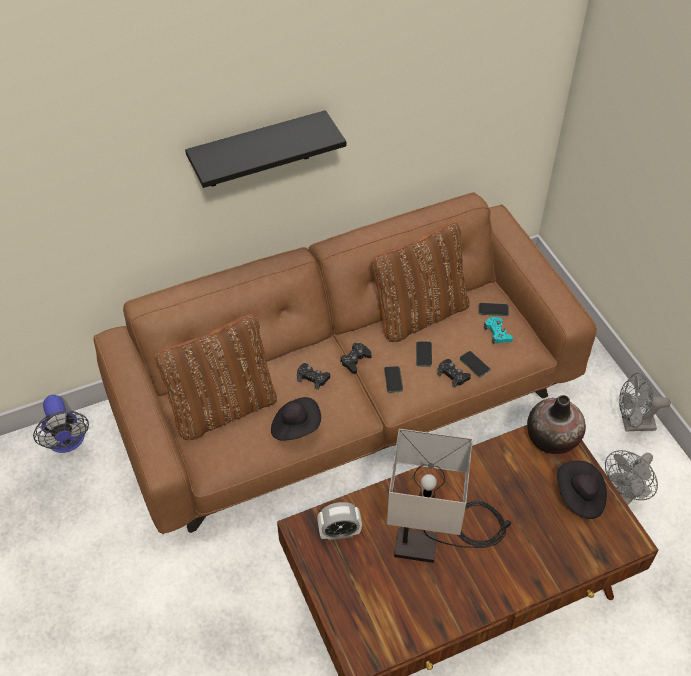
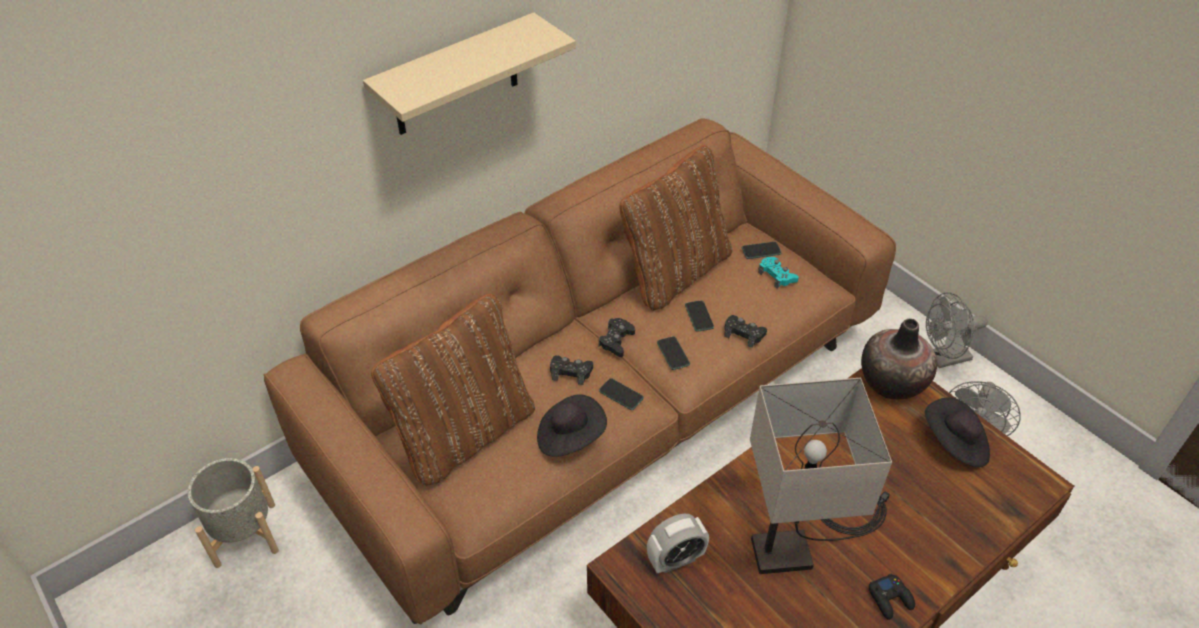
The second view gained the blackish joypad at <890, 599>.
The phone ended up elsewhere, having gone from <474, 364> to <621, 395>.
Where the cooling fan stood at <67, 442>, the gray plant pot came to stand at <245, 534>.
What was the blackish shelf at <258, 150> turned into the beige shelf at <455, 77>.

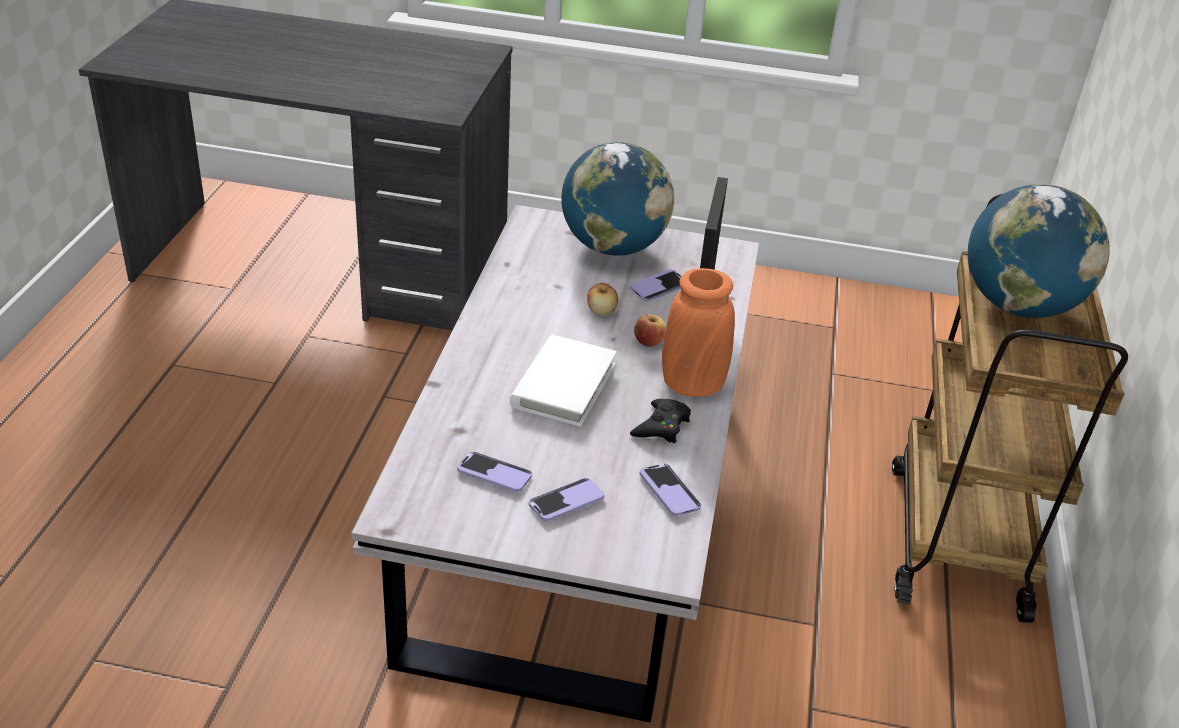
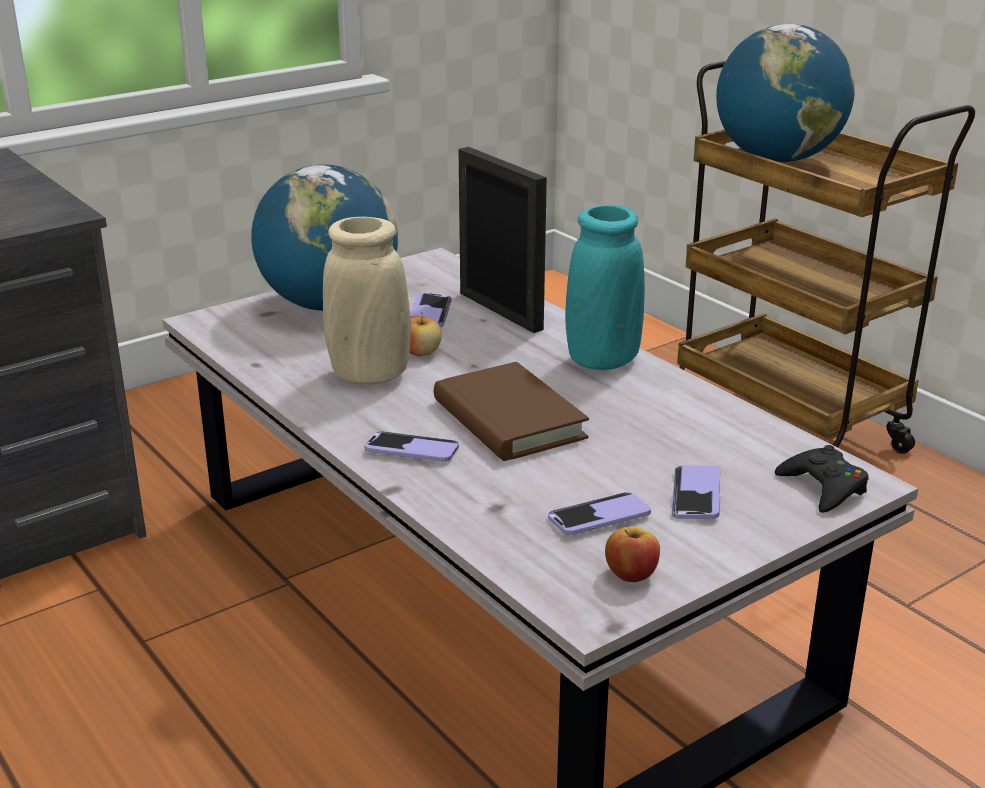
The second view gained the beige decorative vase at <369, 375>.
The blackish joypad ended up elsewhere, having gone from <661, 426> to <823, 487>.
The apple ended up elsewhere, having gone from <648, 342> to <631, 574>.
The phone ended up elsewhere, having gone from <669, 491> to <412, 449>.
What was the white-coloured volume at <564, 385> turned into the brownish volume at <508, 419>.
What was the orange decorative vase at <692, 385> turned into the turquoise decorative vase at <603, 360>.

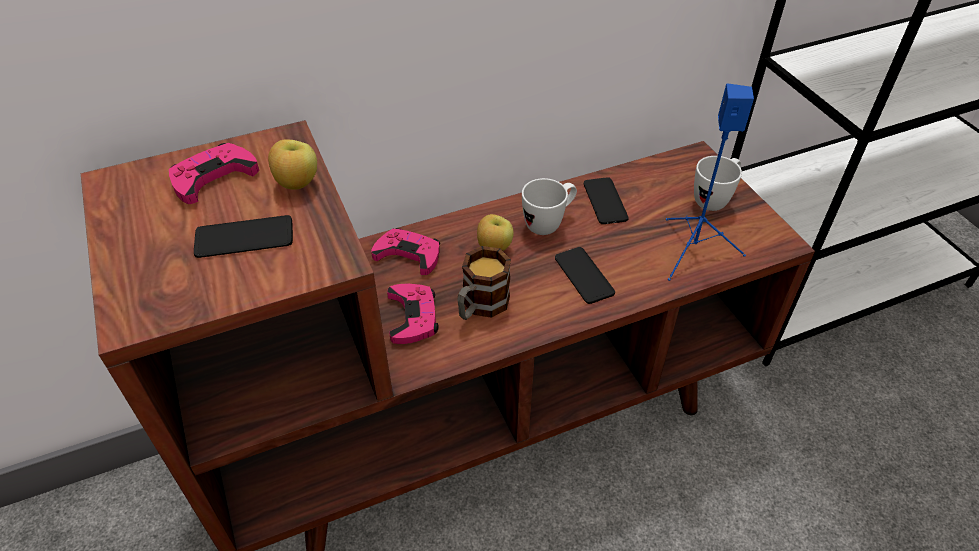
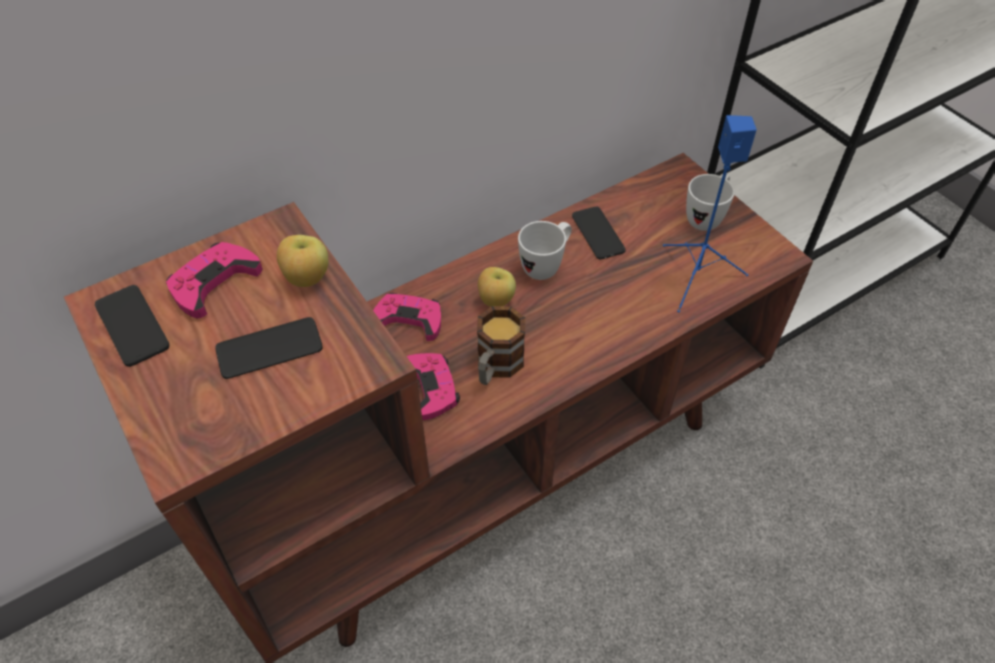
The phone ended up elsewhere, having gone from <584, 275> to <132, 326>.

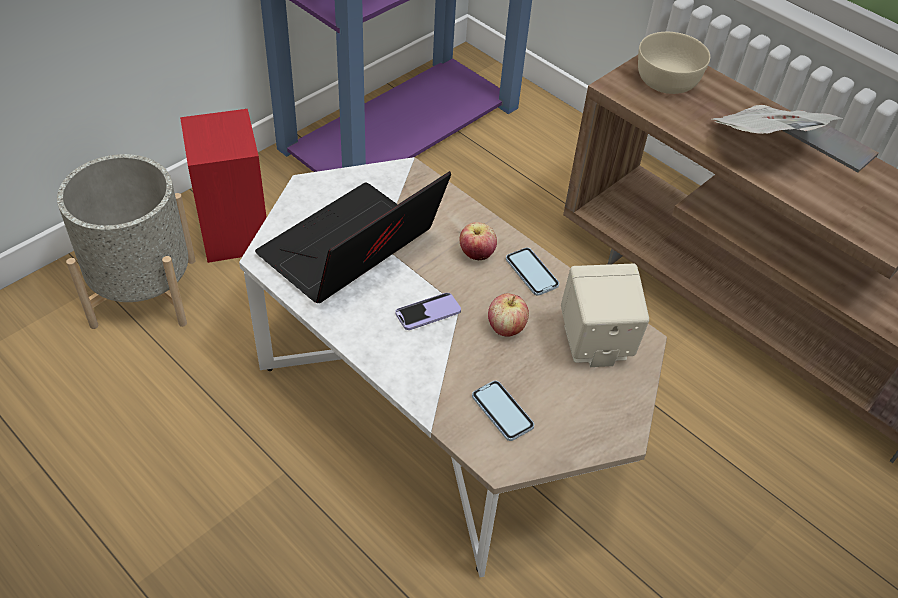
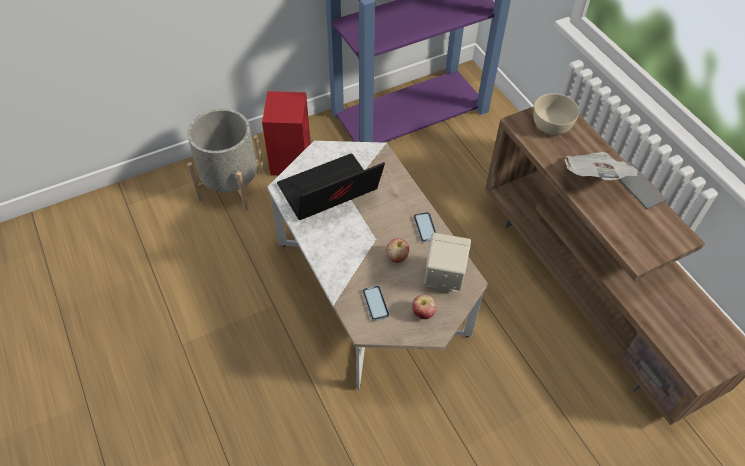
The second view lost the phone at <428, 313>.
The apple ended up elsewhere, having gone from <476, 254> to <423, 313>.

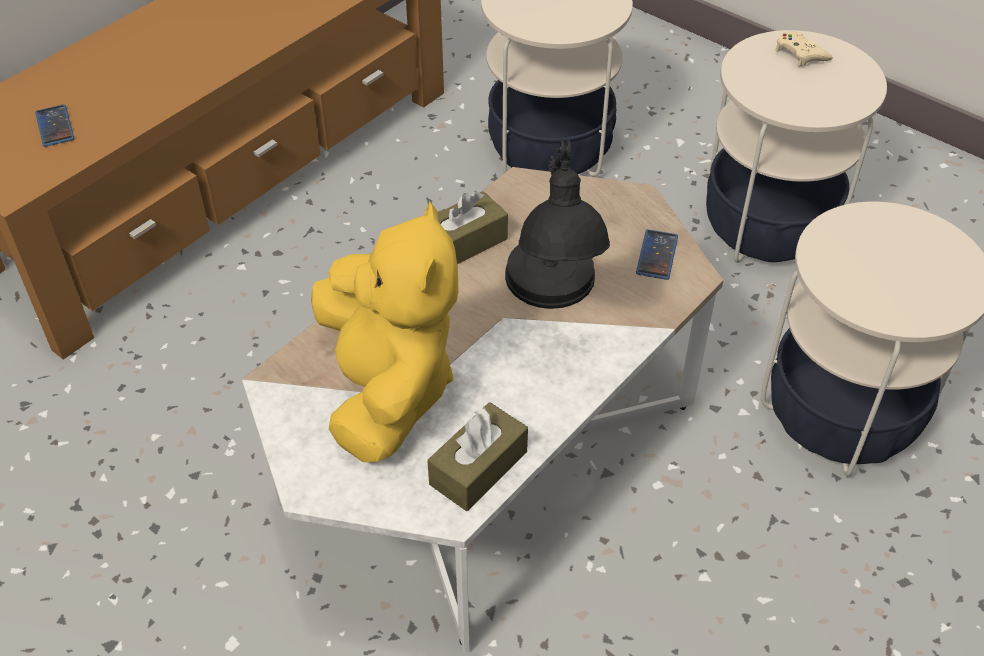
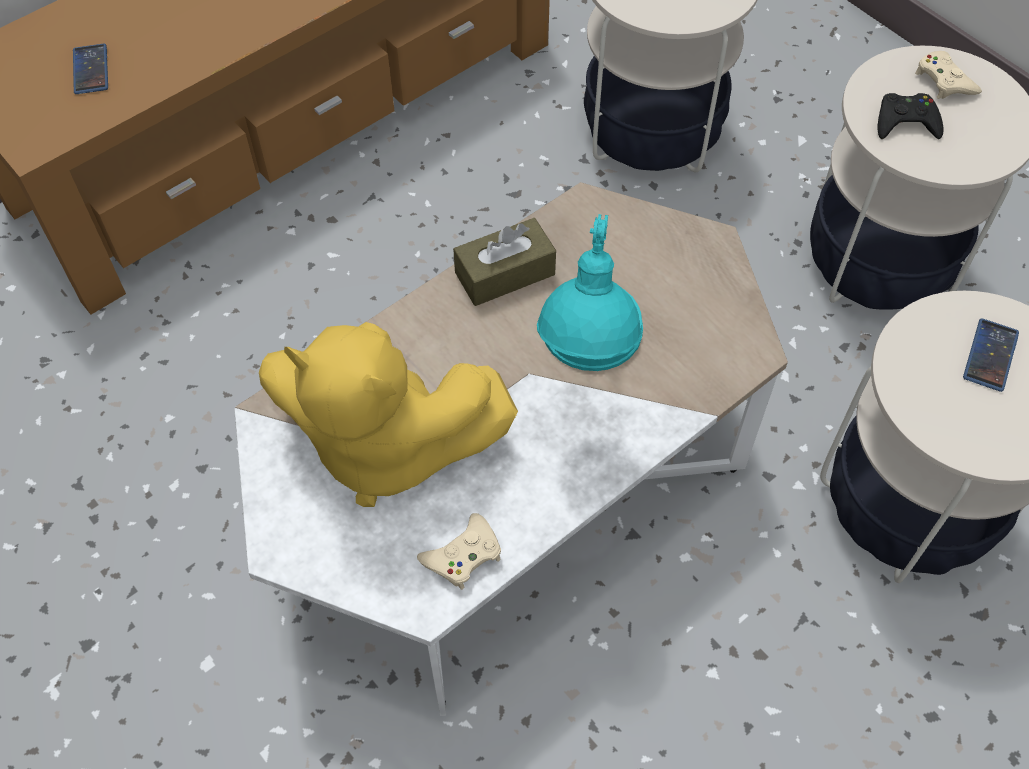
The second view gained the blackish joypad at <905, 122>.
The phone ended up elsewhere, having gone from <657, 255> to <990, 355>.
Where the brownish tissue box stood at <478, 468>, the beige joypad came to stand at <463, 555>.
What was the blackish tabletop lamp at <553, 307> turned into the turquoise tabletop lamp at <587, 368>.
The yellow-coloured plush toy at <387, 390> ended up facing another way, 105 degrees clockwise from before.

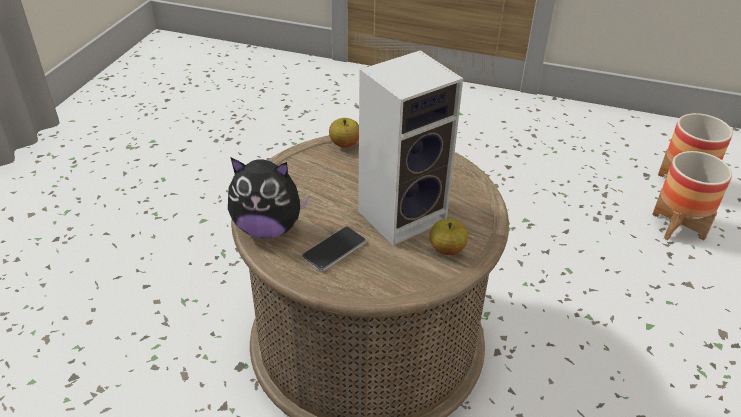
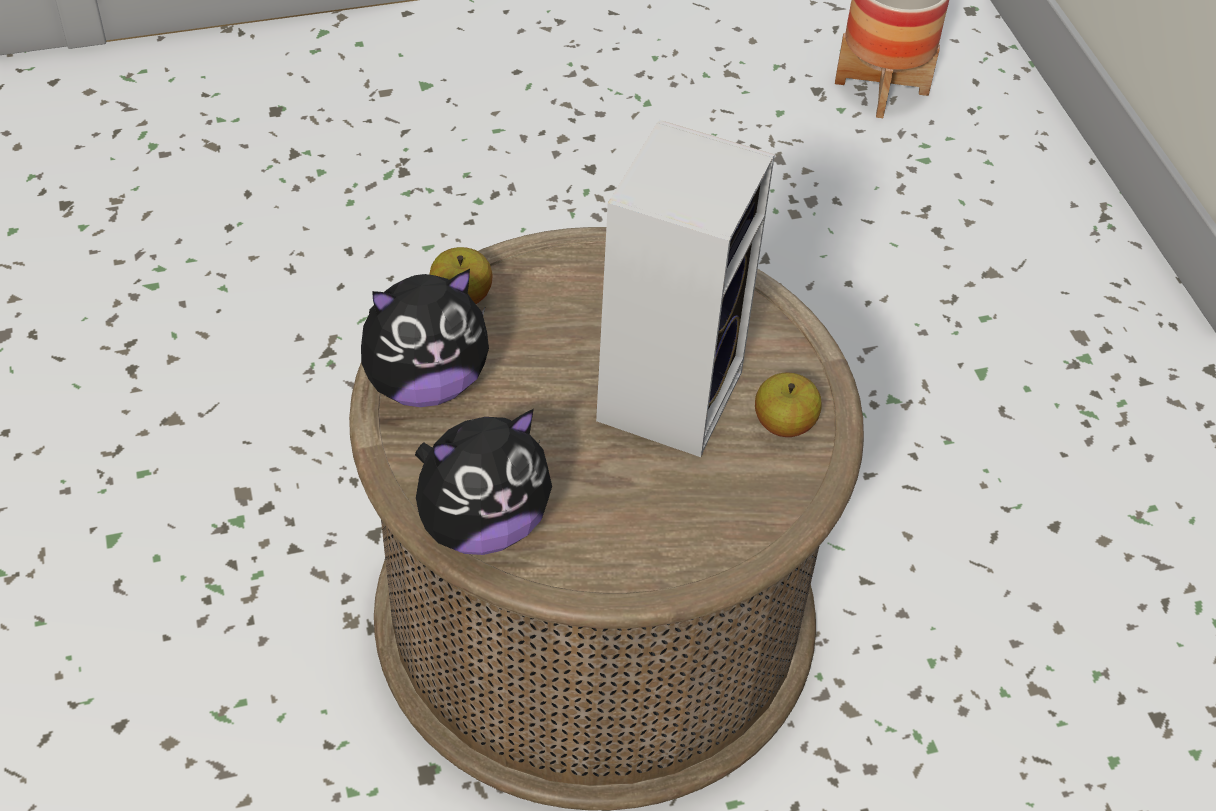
The second view lost the phone at <334, 249>.
The second view lost the plant pot at <678, 226>.
The second view gained the plush toy at <425, 383>.

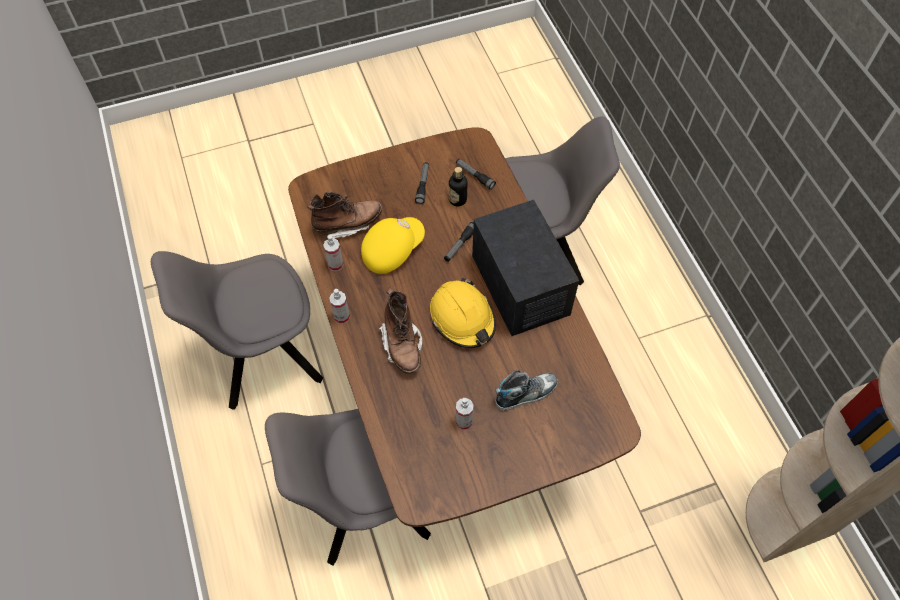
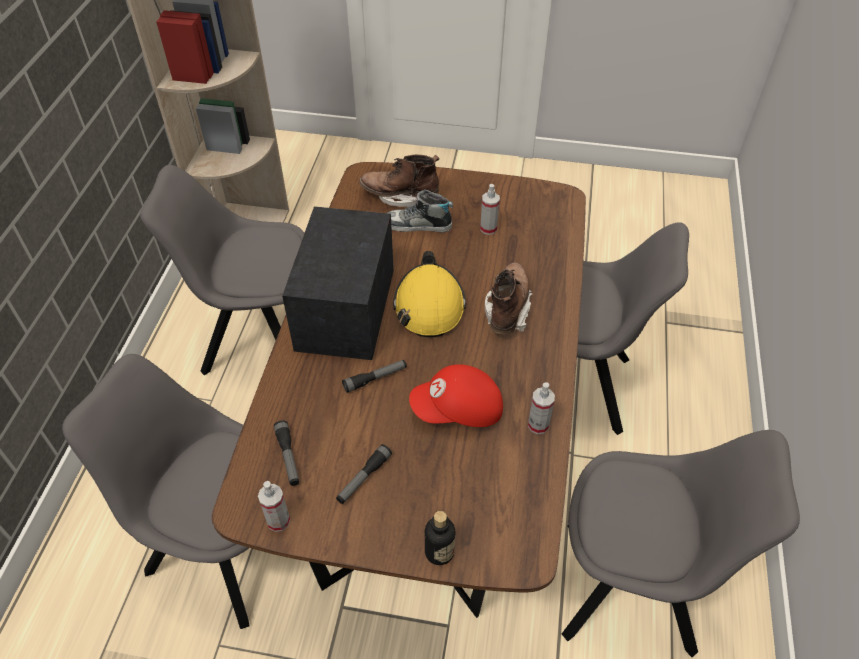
The second view gained the gray plain chair at <261, 341>.
The brownish boot ended up elsewhere, having gone from <348, 225> to <400, 196>.
The hand sprayer ended up elsewhere, having gone from <342, 317> to <278, 521>.
The drink bottle ended up elsewhere, having gone from <457, 199> to <439, 552>.
What was the yellow-coloured peaked cap at <392, 250> turned into the reddish peaked cap at <458, 410>.

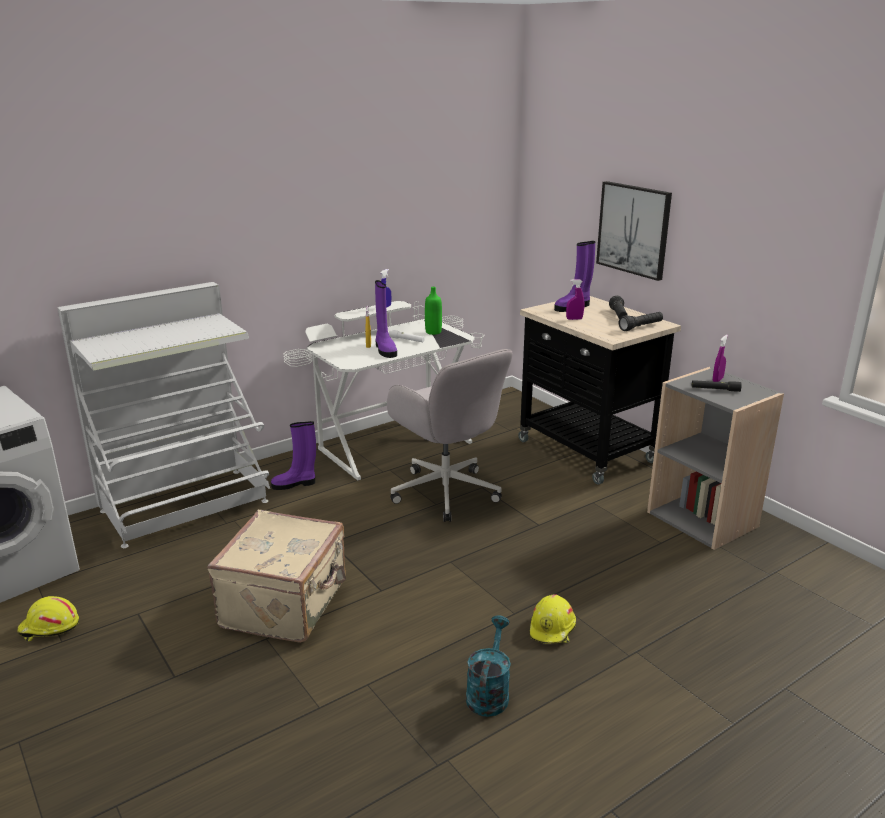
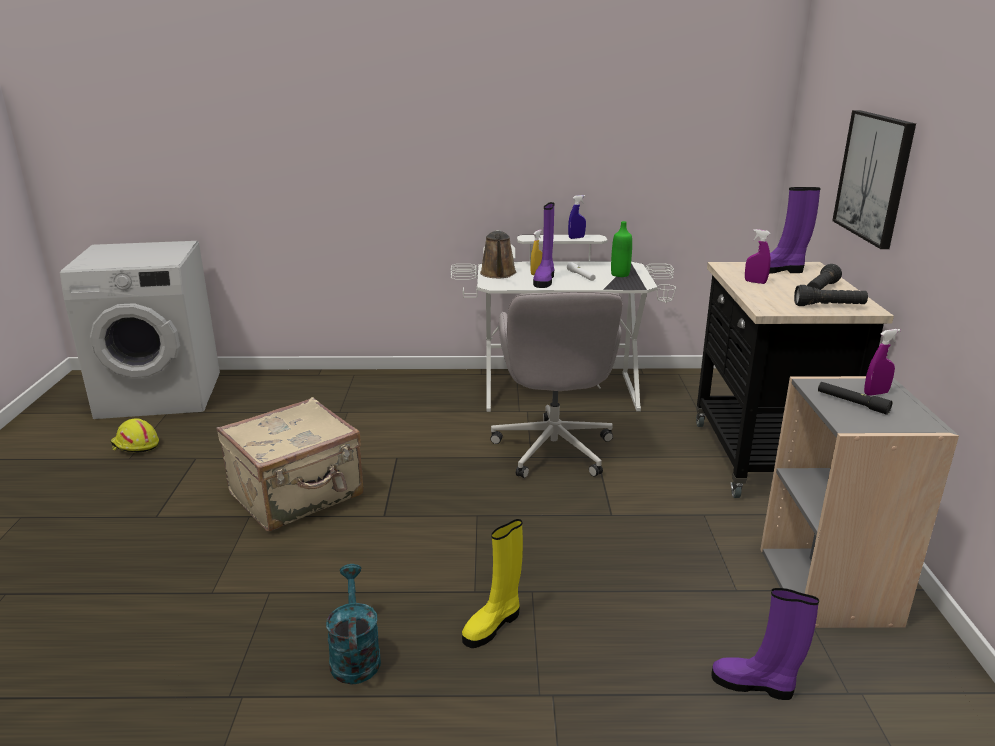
The second view lost the white-coloured shoe rack at <187, 508>.
The second view gained the brownish watering can at <498, 274>.
The purplish boot ended up elsewhere, having gone from <295, 484> to <754, 685>.
Where the yellow-coloured hard hat stood at <552, 629>, the yellow-coloured boot came to stand at <493, 625>.
The turquoise watering can at <488, 692> ended up facing another way, 60 degrees counterclockwise from before.

